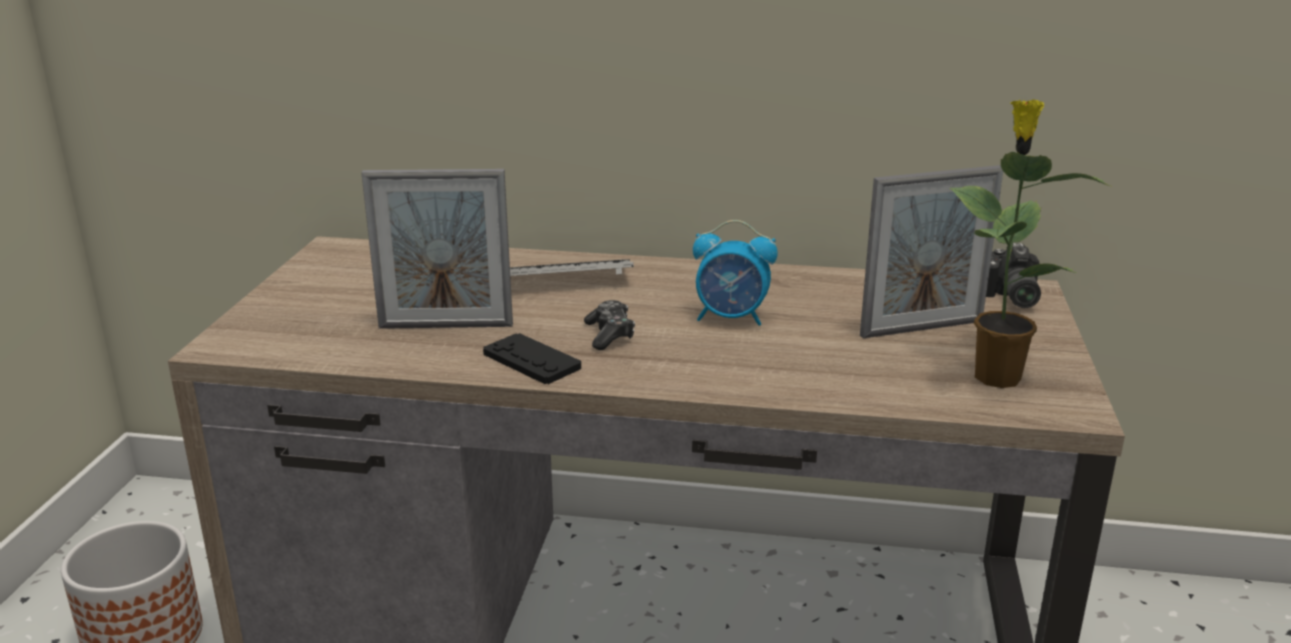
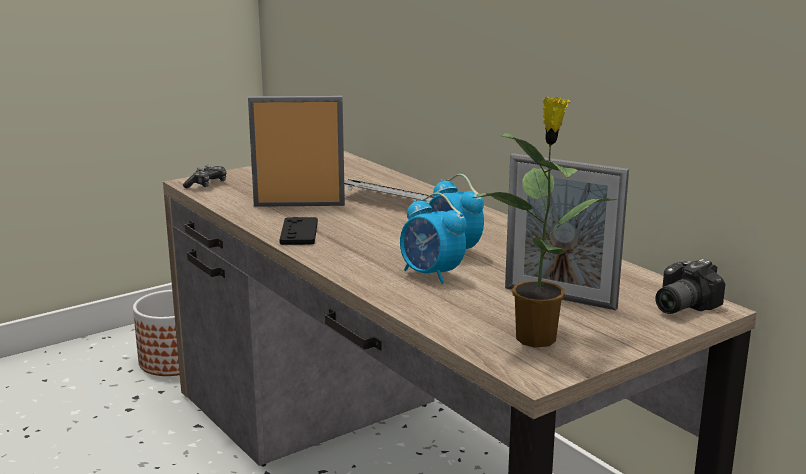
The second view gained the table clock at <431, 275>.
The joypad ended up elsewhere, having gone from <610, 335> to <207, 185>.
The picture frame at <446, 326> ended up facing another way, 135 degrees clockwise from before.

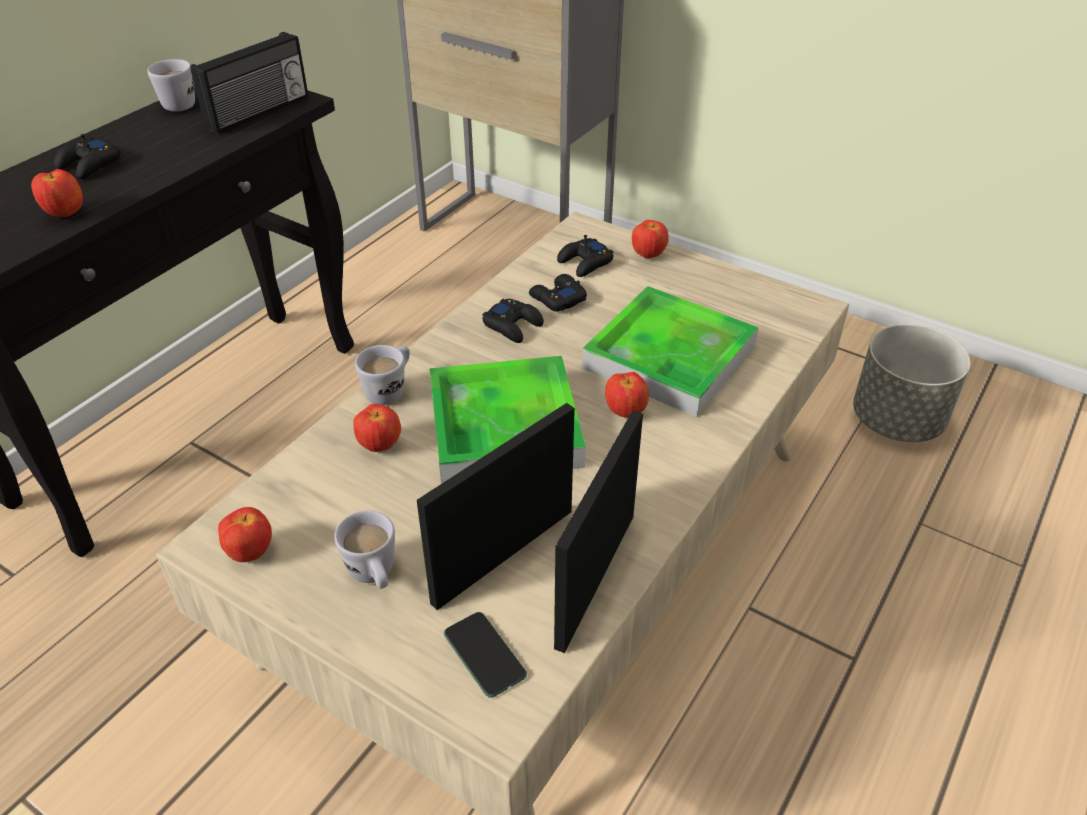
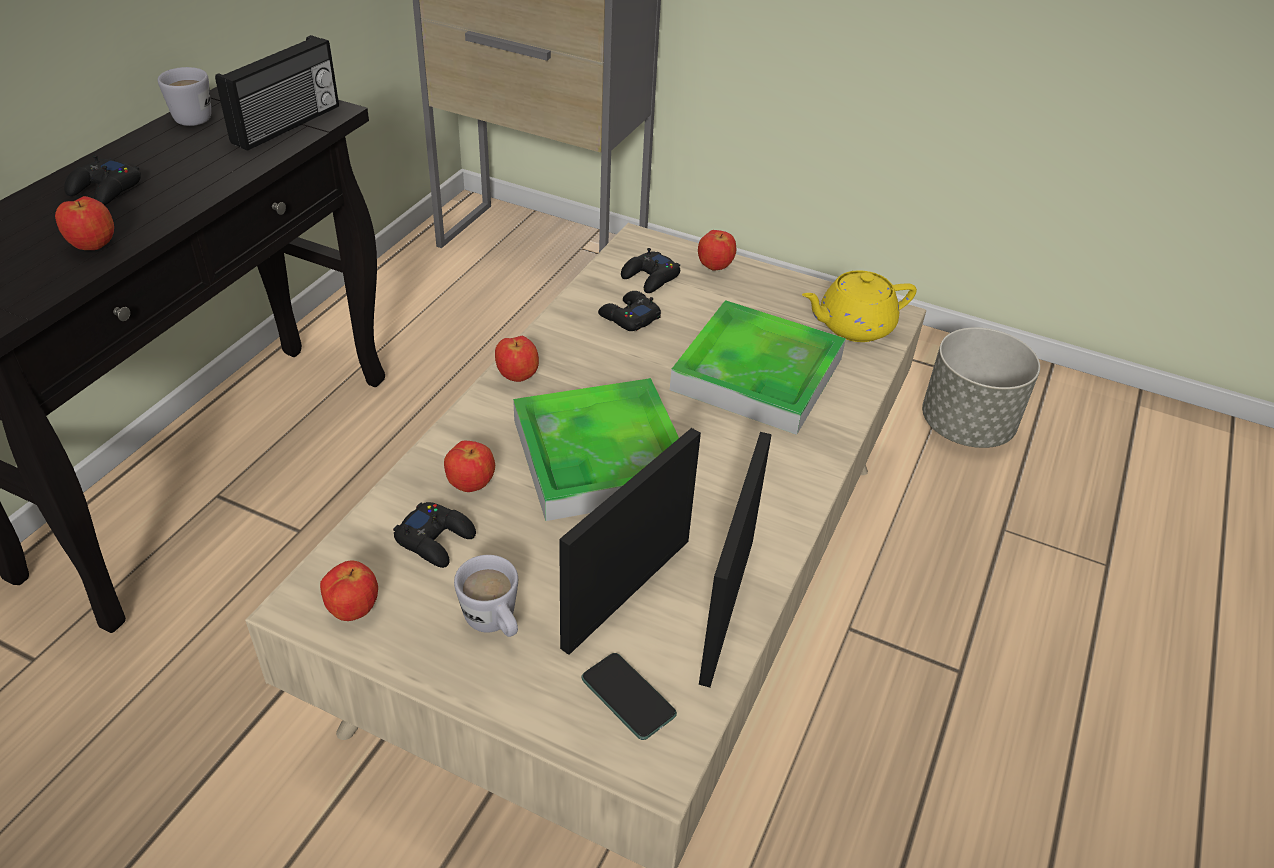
The second view lost the white-coloured mug at <390, 390>.
The second view gained the yellow-coloured pot for tea at <853, 326>.
The blackish joypad ended up elsewhere, having gone from <513, 325> to <436, 540>.
The apple ended up elsewhere, having gone from <626, 412> to <518, 377>.

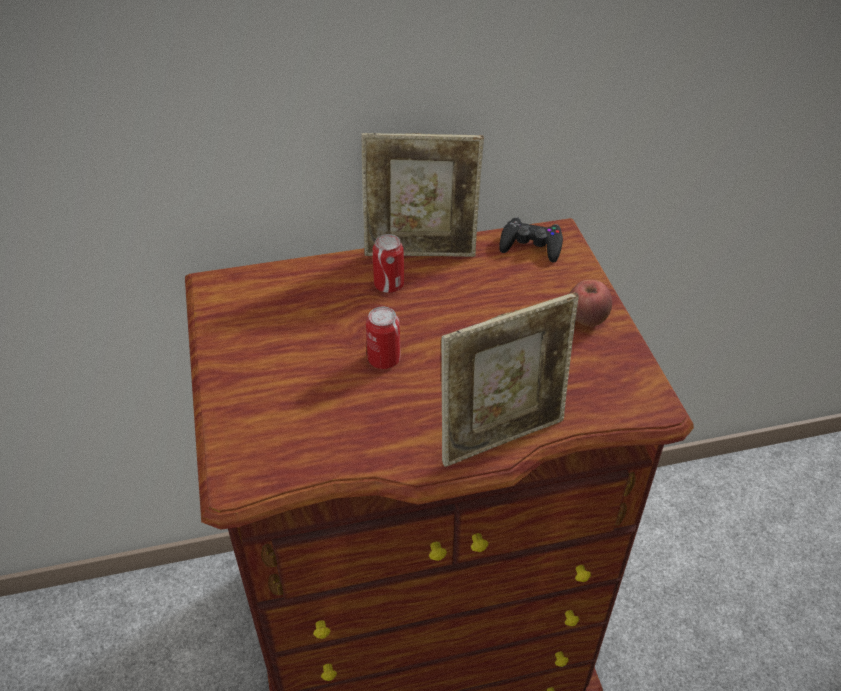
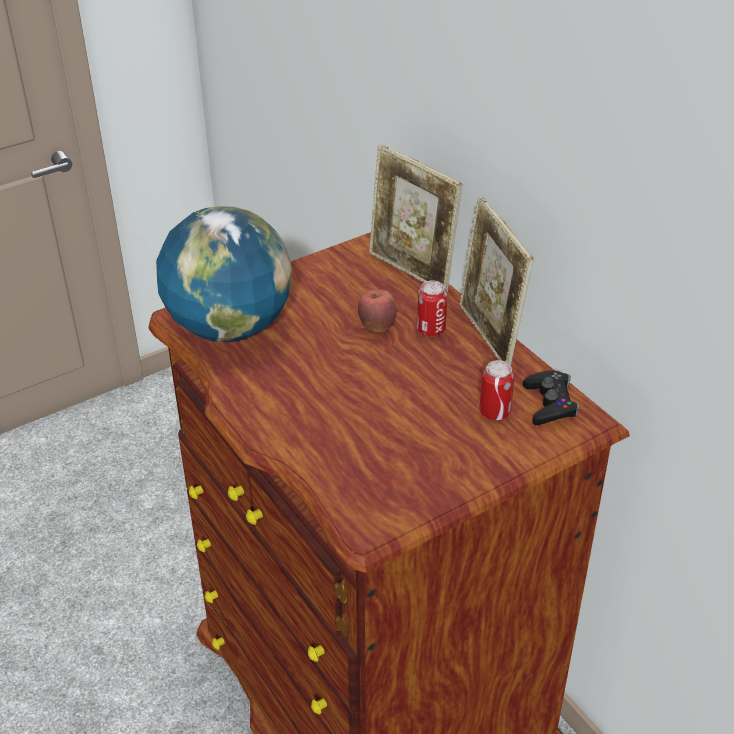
The second view gained the desk globe at <229, 327>.
The metal can ended up elsewhere, having gone from <384, 359> to <494, 412>.
The picture frame ended up elsewhere, having gone from <502, 437> to <411, 271>.
The apple ended up elsewhere, having gone from <586, 320> to <377, 327>.

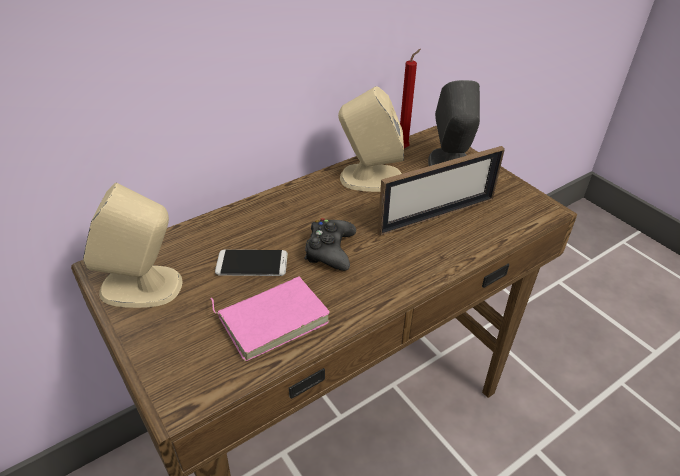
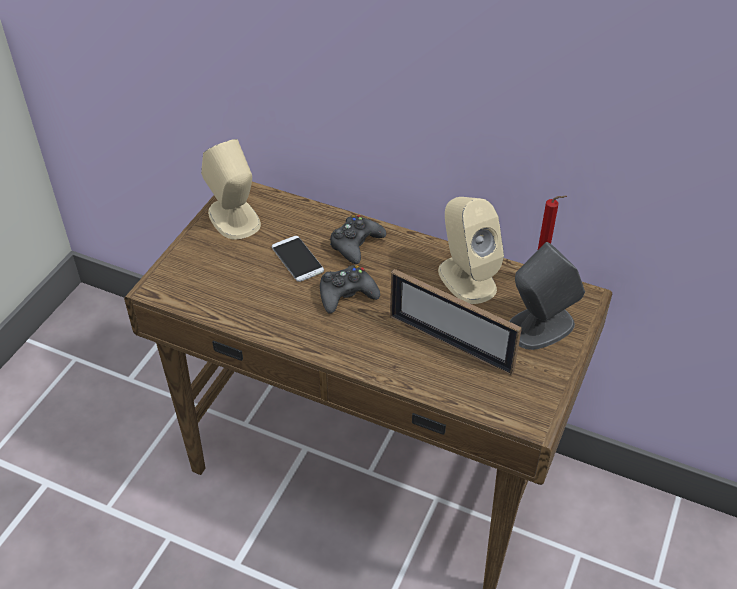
The second view lost the pink-coloured volume at <273, 318>.
The second view gained the blackish joypad at <355, 244>.

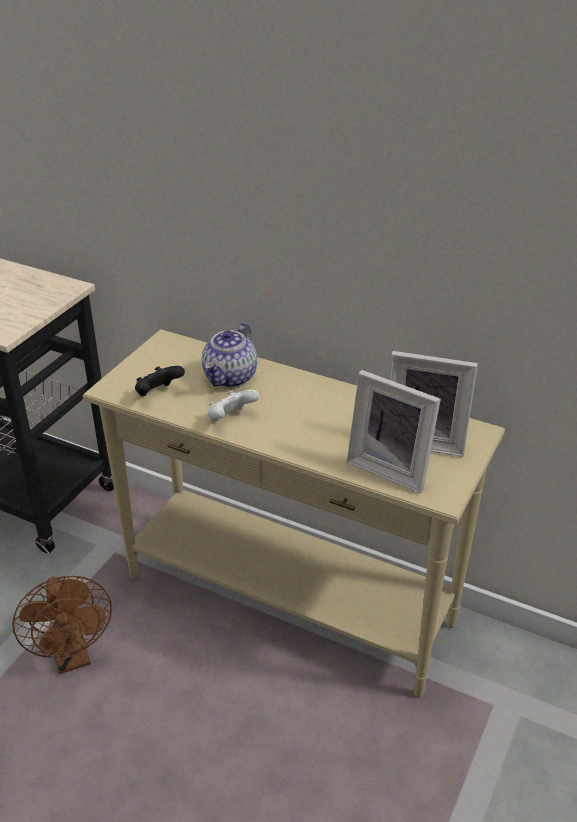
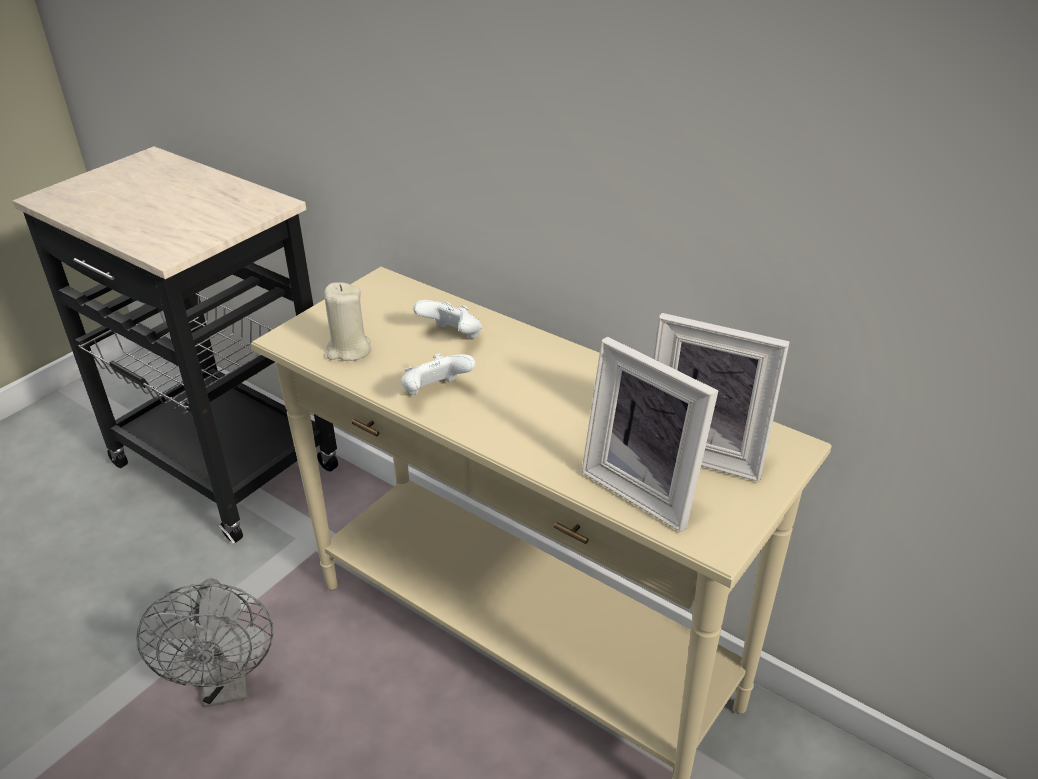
Where the blackish joypad stood at <158, 394>, the beige candle came to stand at <349, 350>.
Where the pot for tea stood at <230, 377>, the white-coloured joypad came to stand at <452, 337>.
What was the brownish cooling fan at <72, 657> turned into the gray cooling fan at <227, 685>.

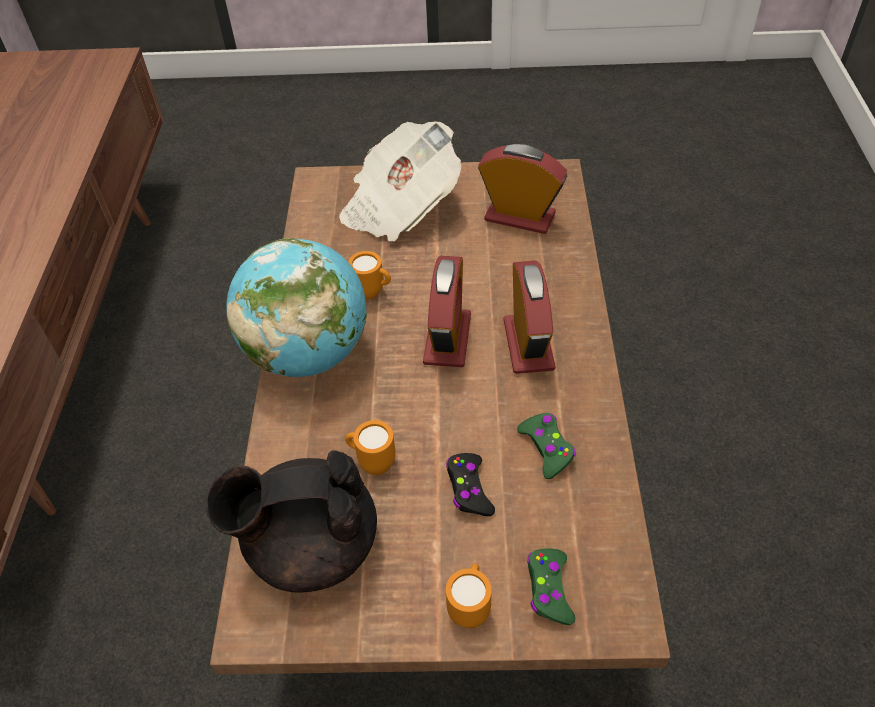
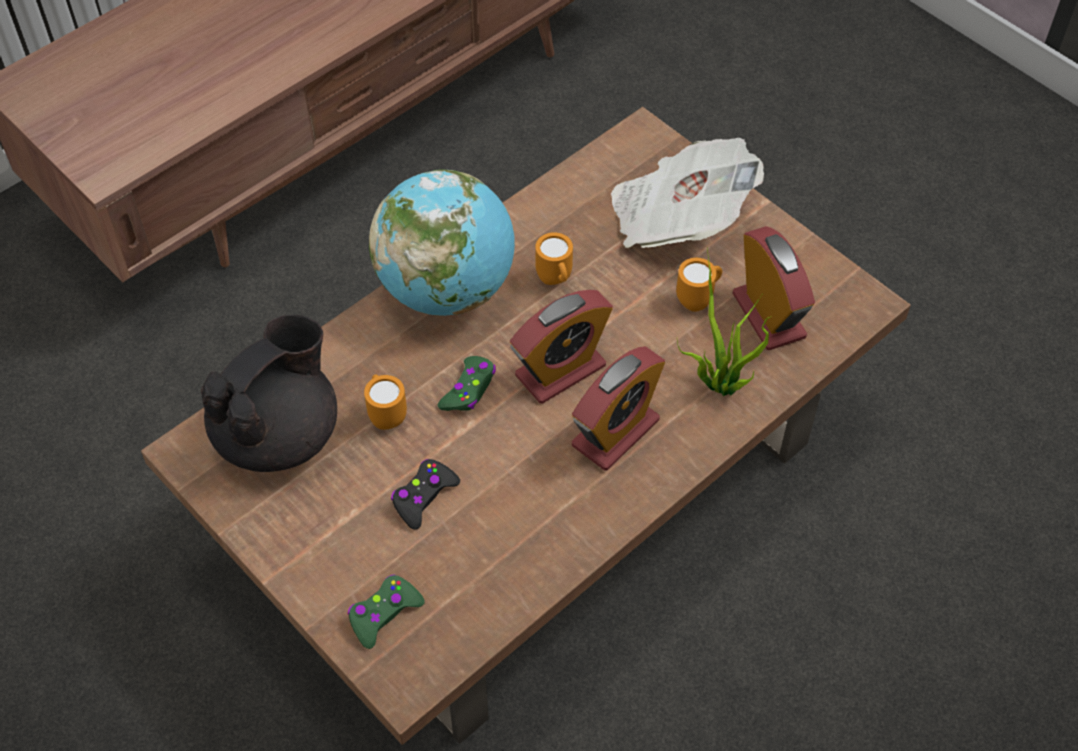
The second view gained the houseplant at <719, 385>.
The orange mug ended up elsewhere, having gone from <470, 607> to <698, 299>.
The green joypad ended up elsewhere, having gone from <547, 448> to <469, 390>.
The blackish pot for tea at <310, 545> ended up facing another way, 90 degrees clockwise from before.

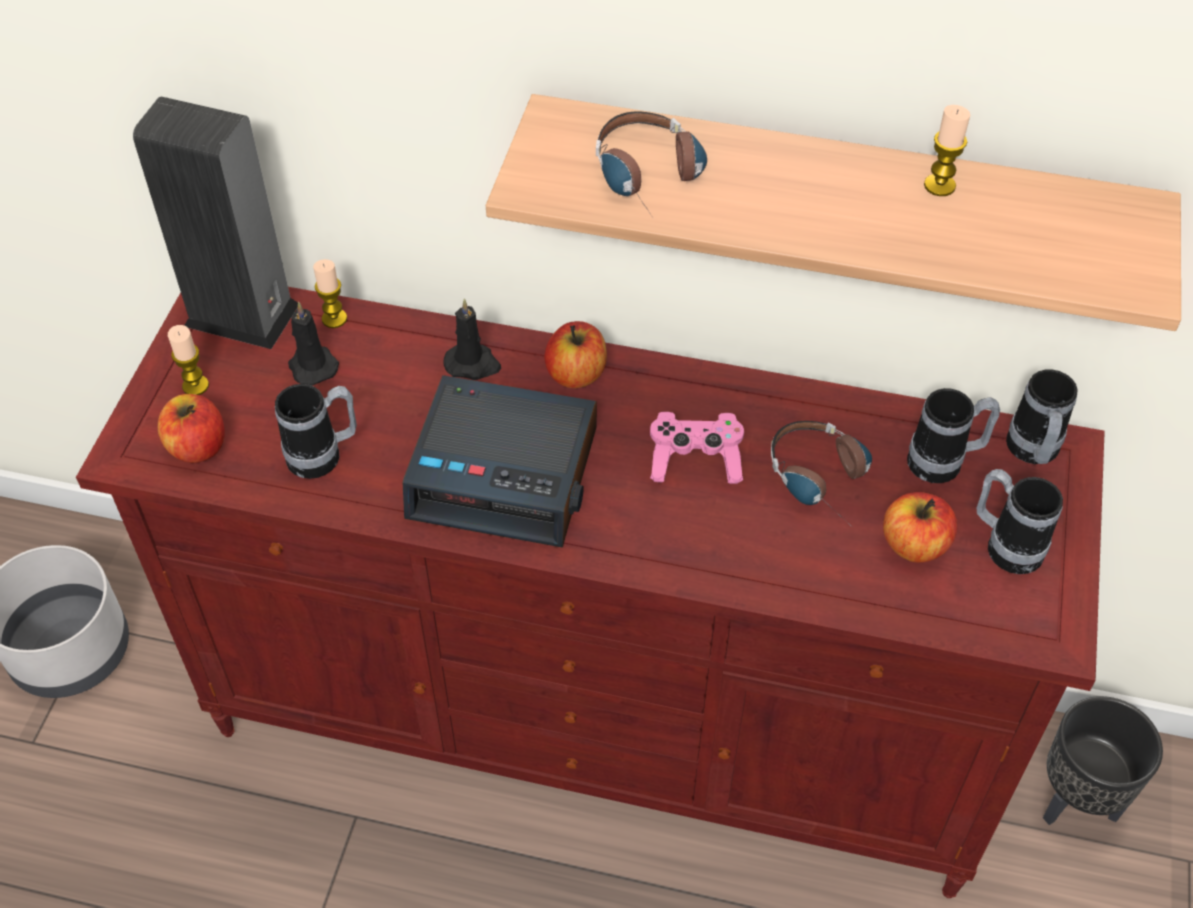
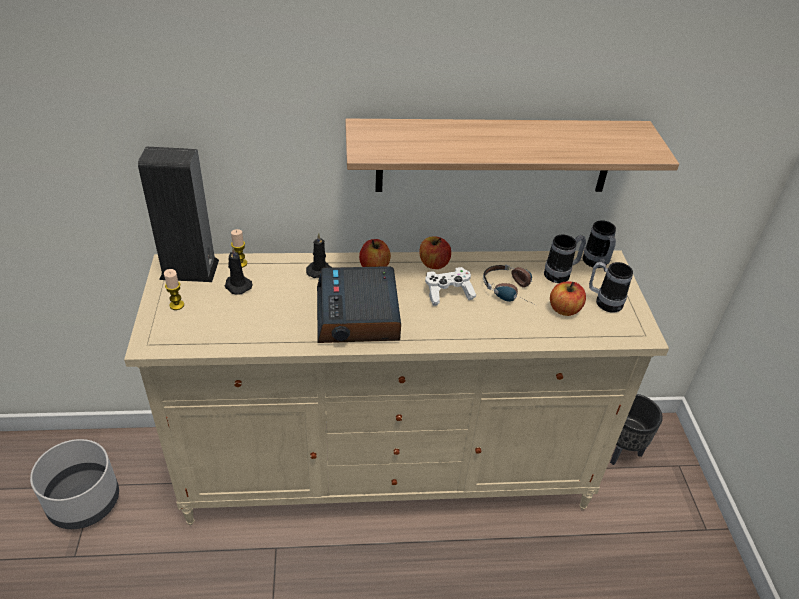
The second view lost the mug at <324, 456>.
The second view lost the pair of headphones at <653, 179>.
The second view lost the candle at <939, 185>.
The apple ended up elsewhere, having gone from <197, 447> to <433, 263>.
What was the reddish drawer chest at <597, 730> turned into the beige drawer chest at <388, 473>.
What was the pink-coloured joypad at <695, 460> turned into the white-coloured joypad at <448, 293>.
The table clock at <506, 473> ended up facing another way, 90 degrees clockwise from before.

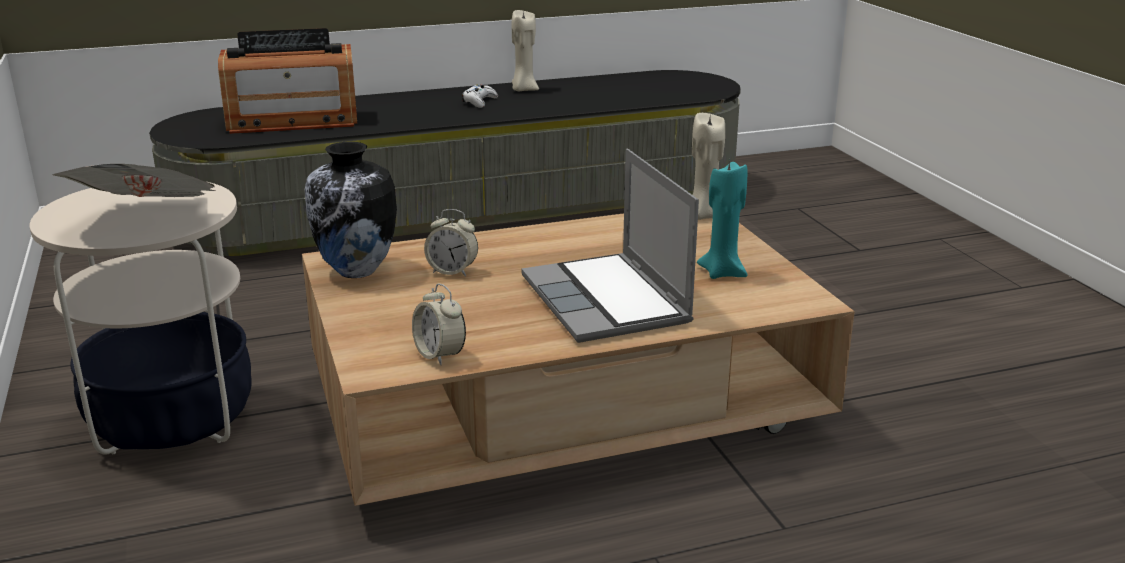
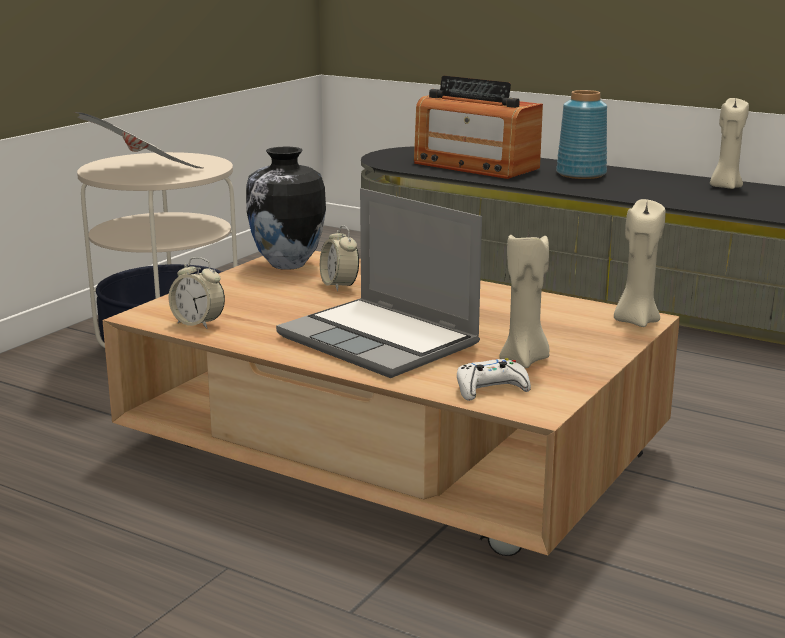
The second view gained the blue-coloured decorative vase at <581, 174>.
The white-coloured joypad ended up elsewhere, having gone from <479, 102> to <490, 389>.
What was the turquoise candle at <722, 272> turned into the beige candle at <525, 360>.
The table clock at <440, 355> ended up facing another way, 75 degrees counterclockwise from before.
The laptop at <608, 301> ended up facing another way, 75 degrees counterclockwise from before.

